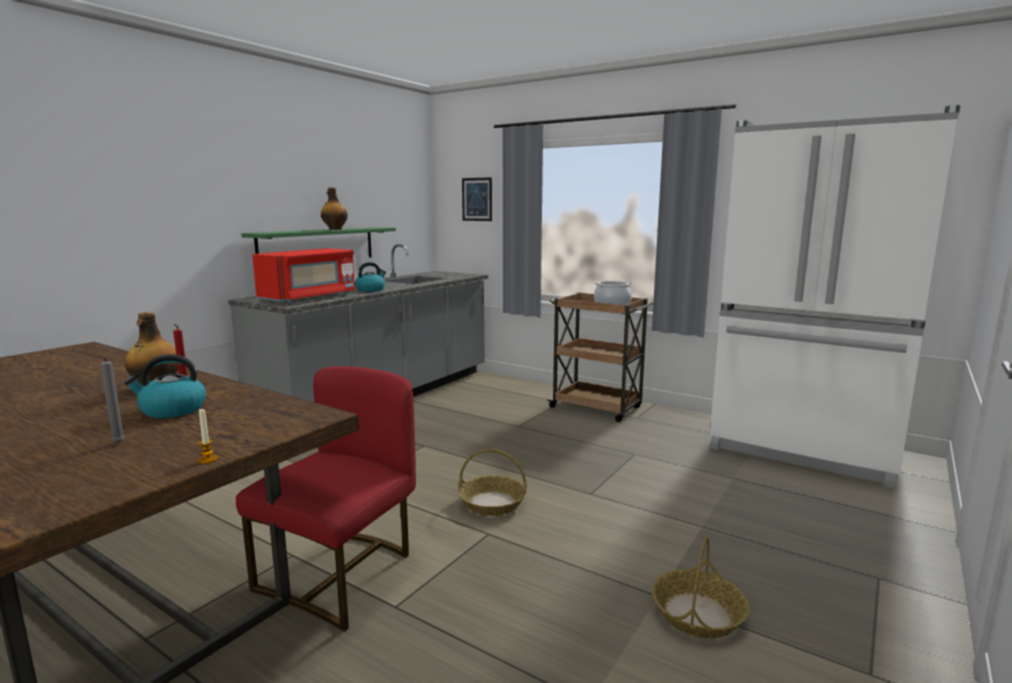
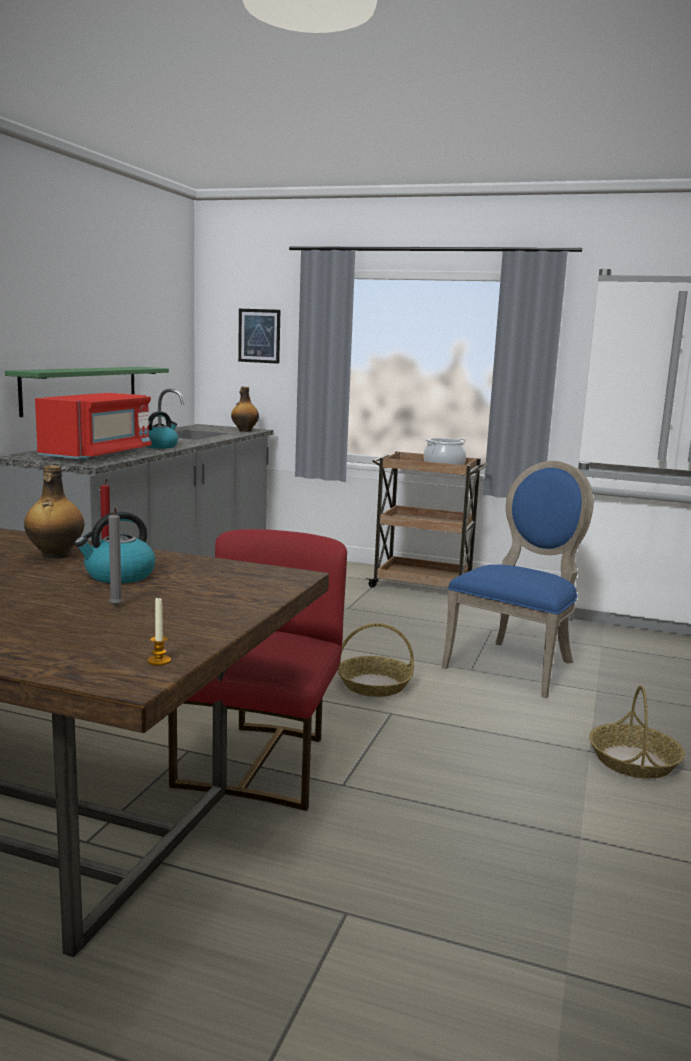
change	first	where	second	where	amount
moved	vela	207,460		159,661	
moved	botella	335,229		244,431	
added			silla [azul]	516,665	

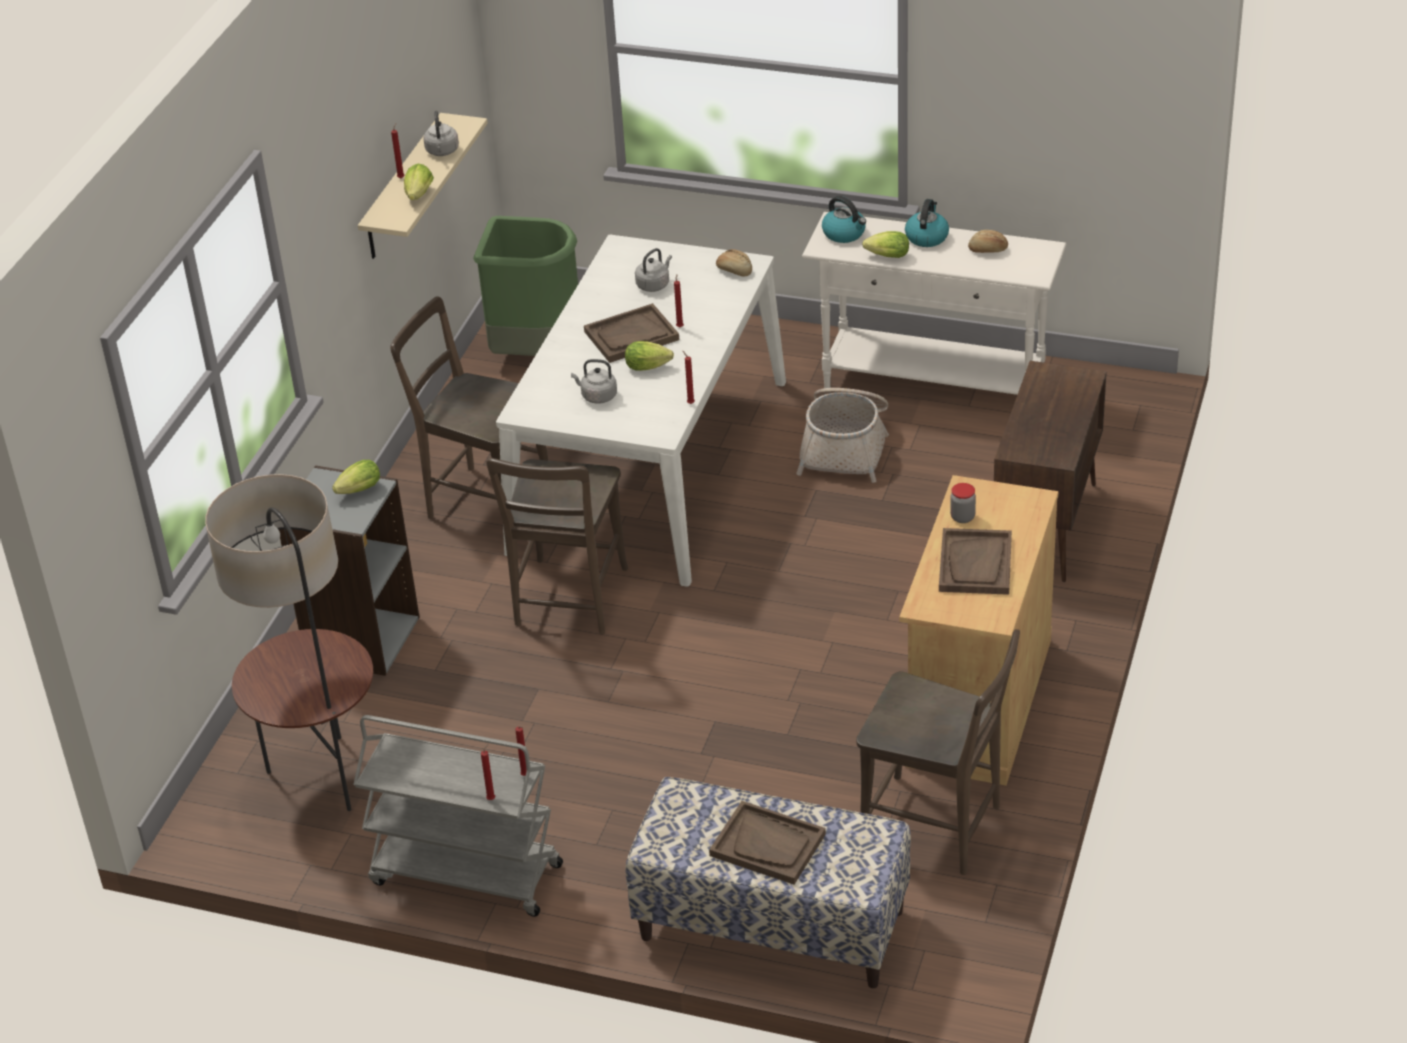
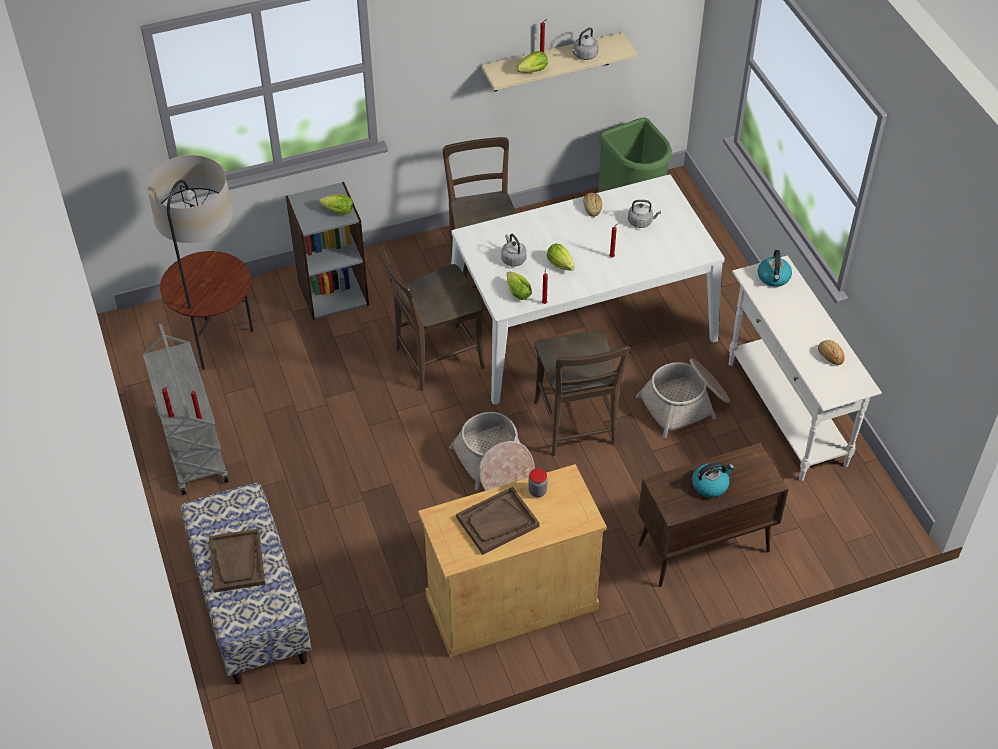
change	first	where	second	where	amount
added			cesta	494,466	
moved	lechuga	885,256		517,291	
moved	silla [marrón]	937,827		575,427	
moved	pan	734,270		592,208	
moved	hervidor	926,237		710,485	
removed	bandeja [marrón]	631,336			

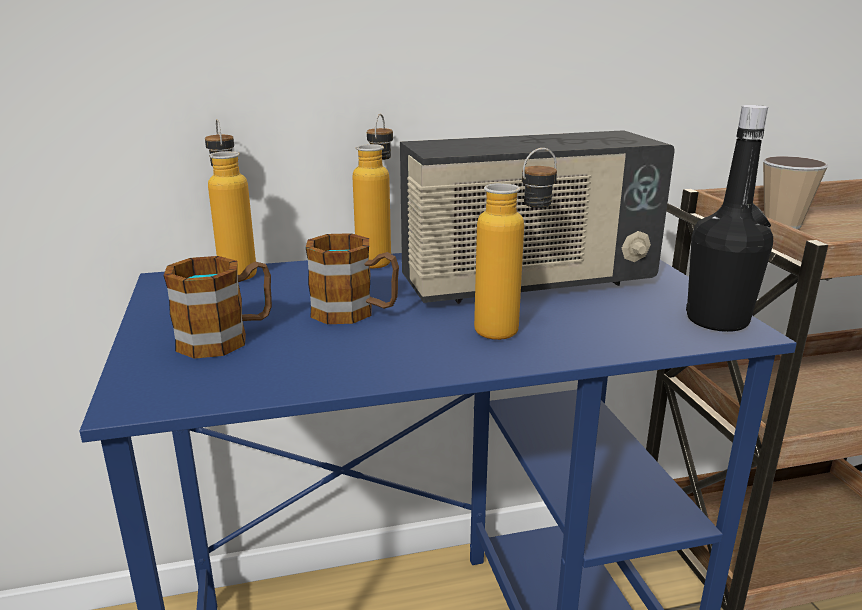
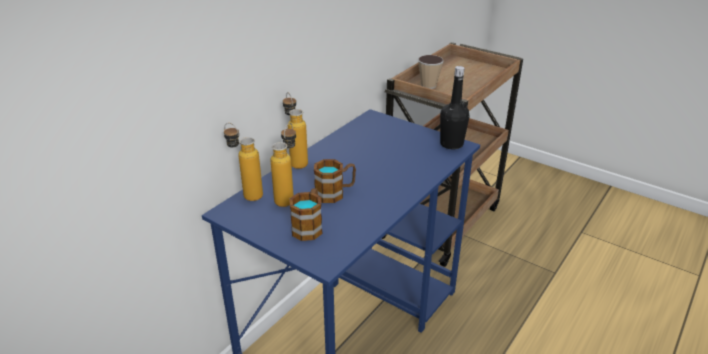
change	first	where	second	where	amount
moved	botella	512,328		288,197	
removed	radio	527,284			

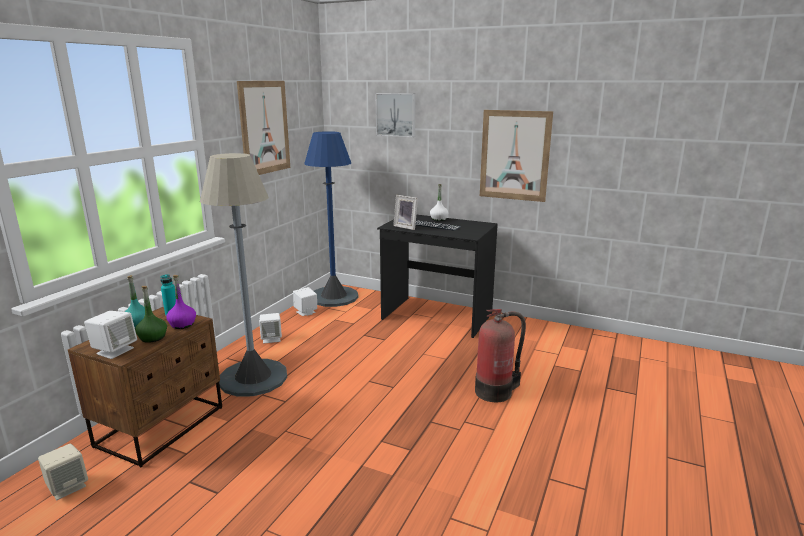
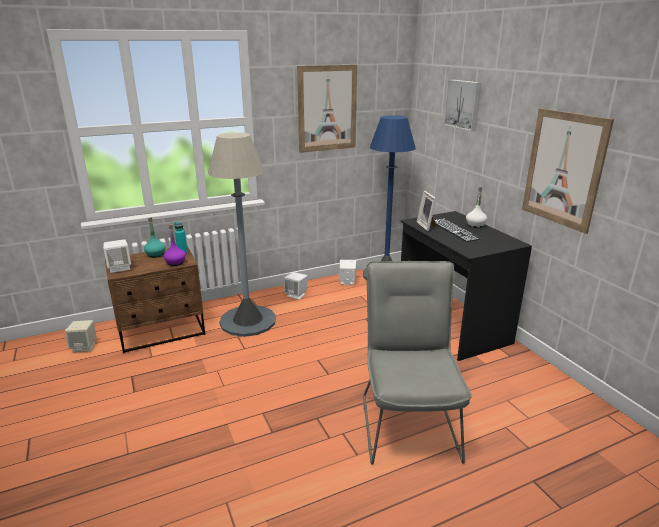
change	first	where	second	where	amount
replaced	extintor	496,391	silla [gris]	408,421	
removed	botella [verde]	153,337			

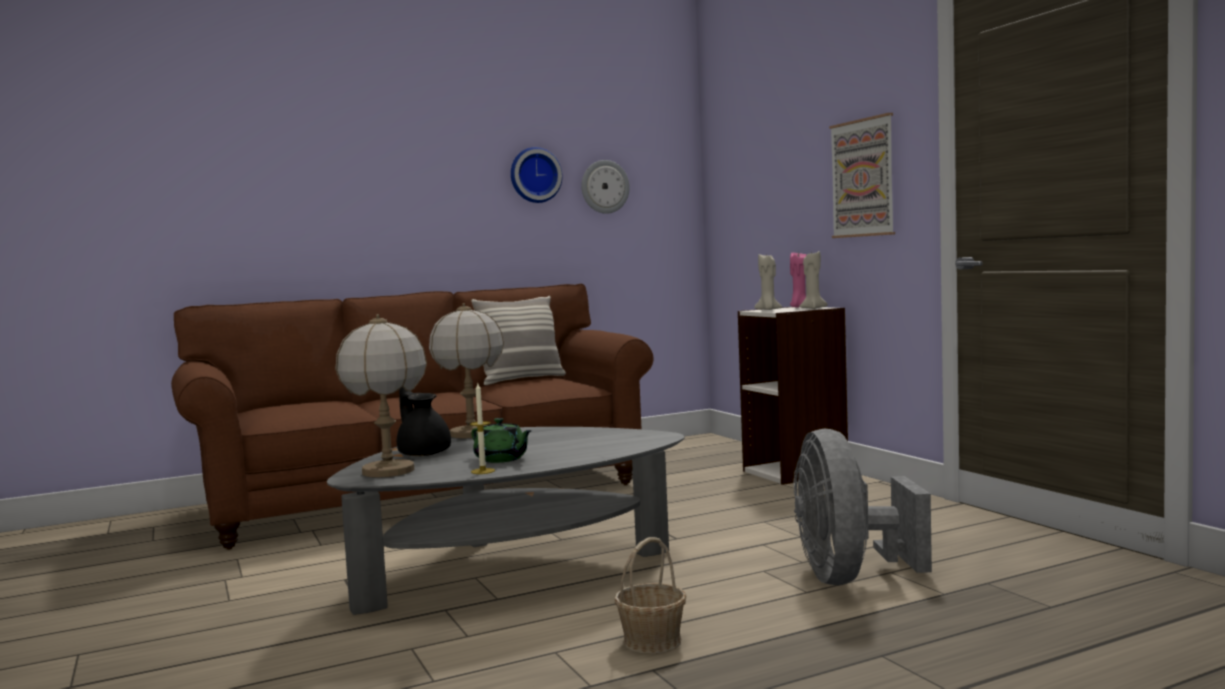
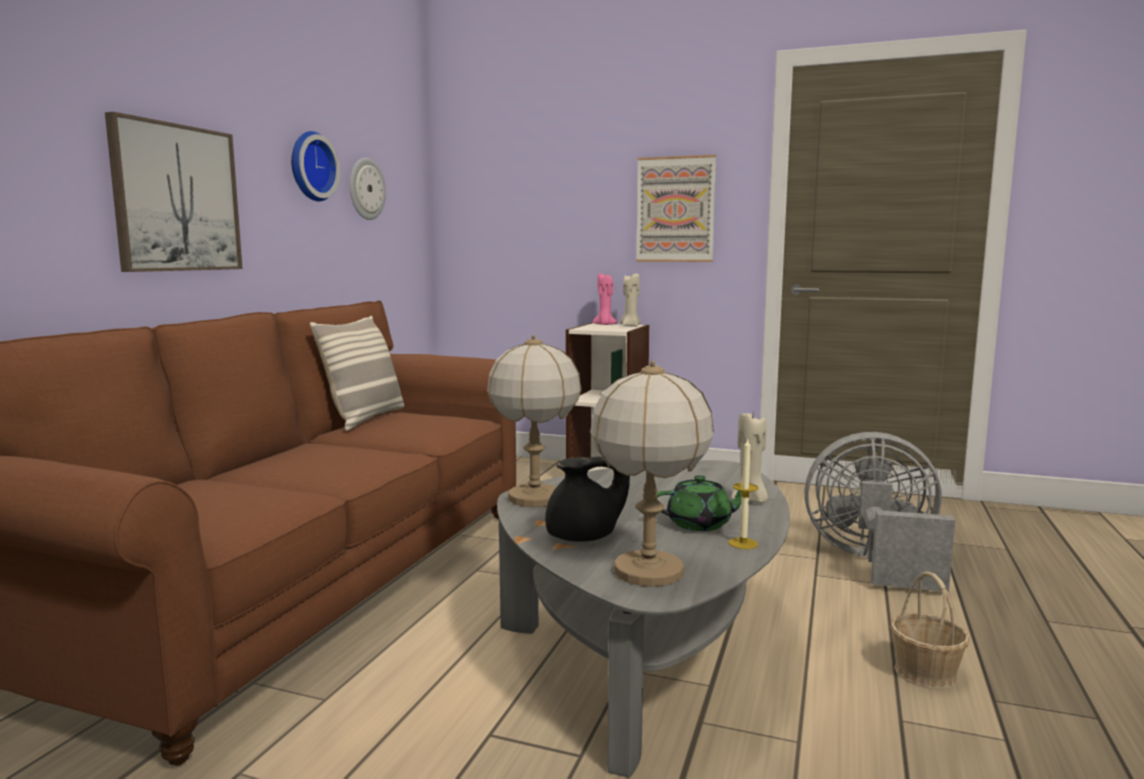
change	first	where	second	where	amount
added			cuadro	176,198	
turned	tetera [negro]	423,453		585,536	150 degrees clockwise
moved	vela [beis]	768,310		750,501	
turned	ventilador [gris]	849,577		874,562	150 degrees clockwise

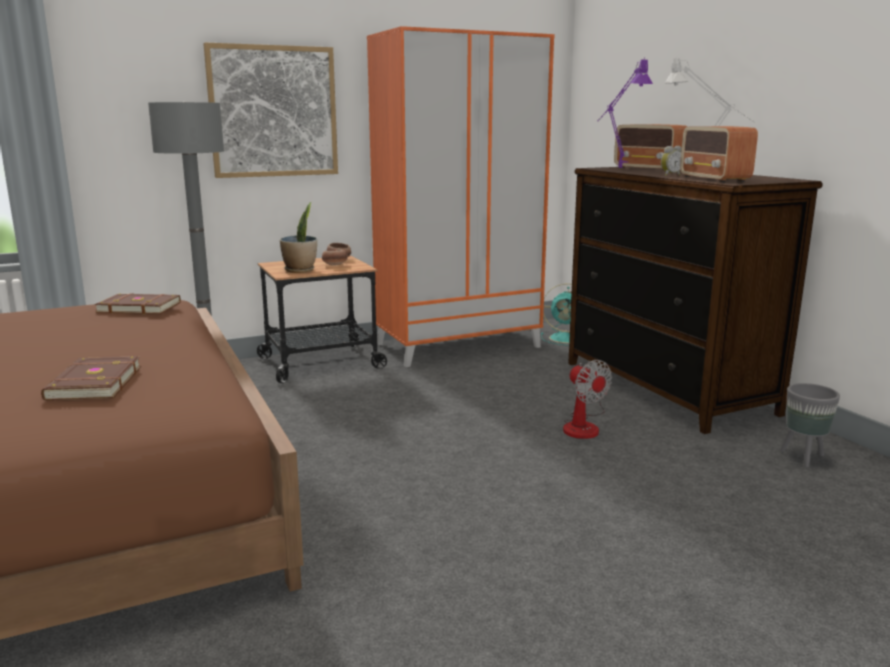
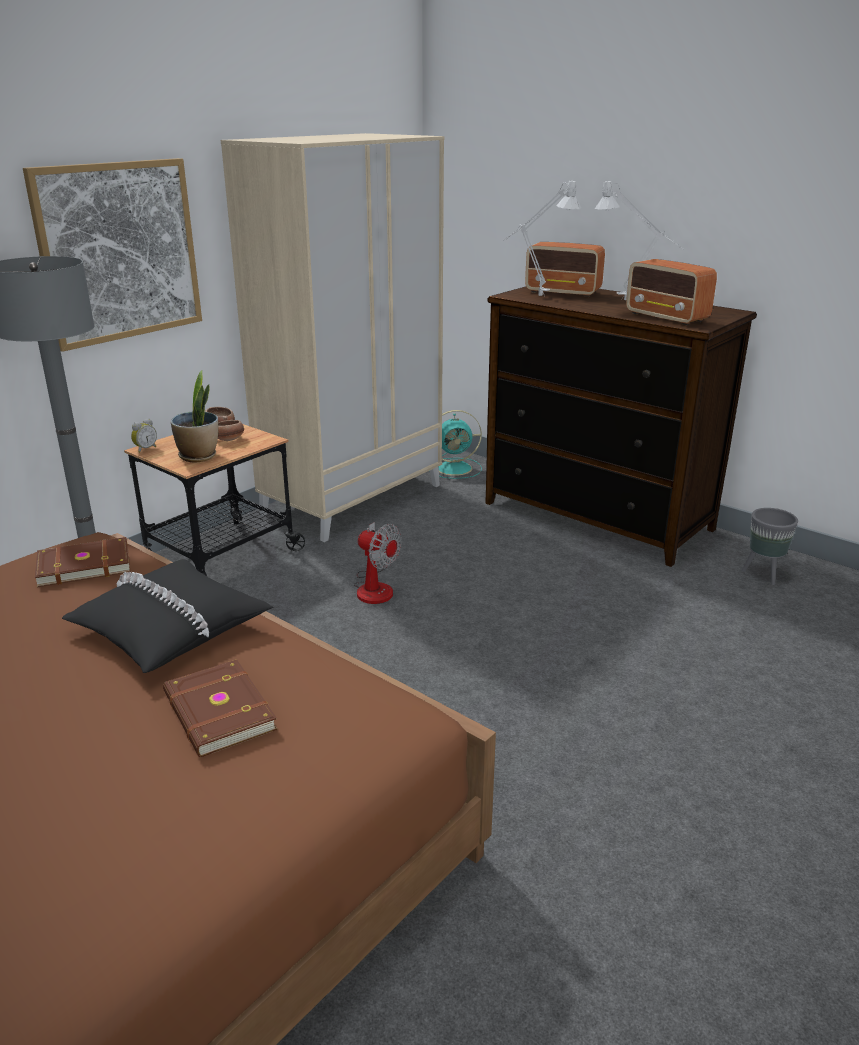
change	first	where	second	where	amount
added			cojín [negro]	170,628	
moved	despertador	670,175		145,449	
recoloured	armario ropero [naranja]	458,345	armario ropero [beis]	353,498	
moved	ventilador	584,426		375,587	
recoloured	lámpara de mesa [morado]	616,169	lámpara de mesa [gris]	535,296	

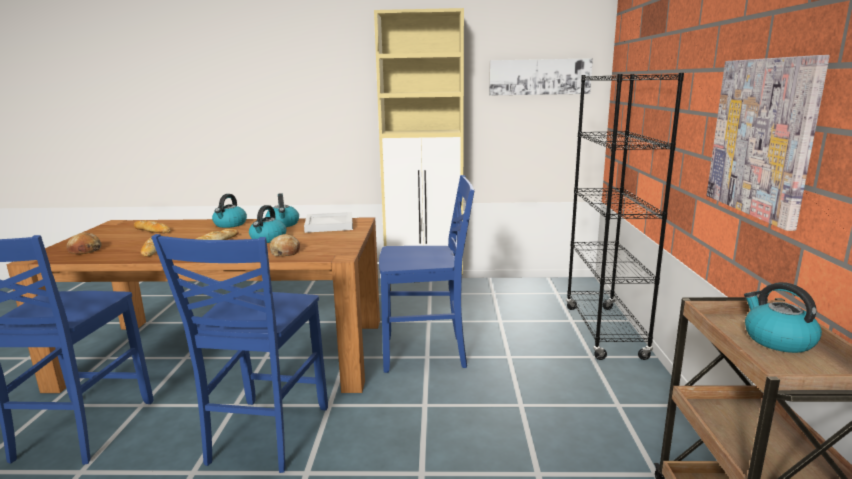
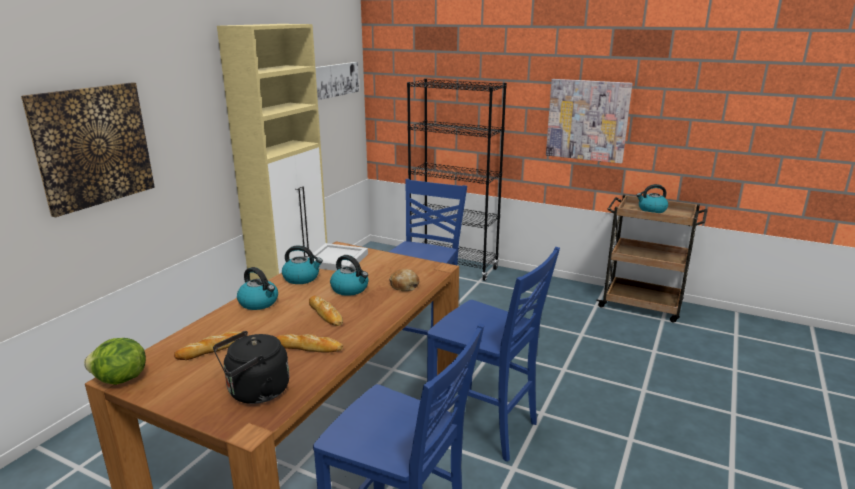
change	first	where	second	where	amount
added			cuadro	93,146	
added			lechuga	120,380	
replaced	pan	85,250	hervidor [negro]	255,392	

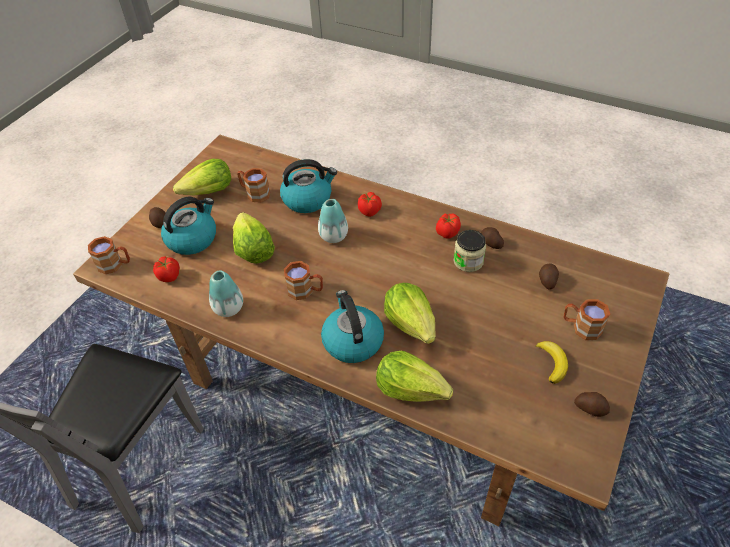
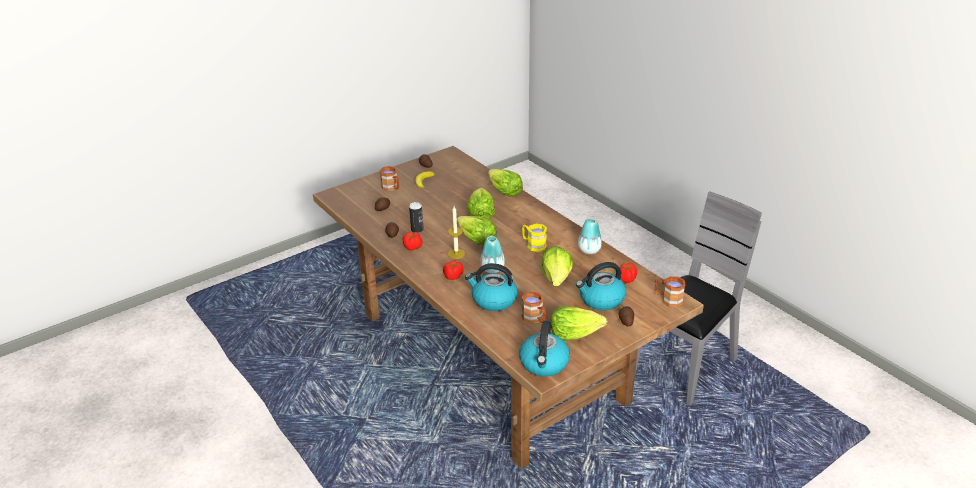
change	first	where	second	where	amount
replaced	tarro	468,261	lata	417,230	
added			vela	456,253	
added			lechuga	476,240	
moved	hervidor	352,341		544,364	
recoloured	taza grande [marrón]	305,291	taza grande [amarillo]	533,245	

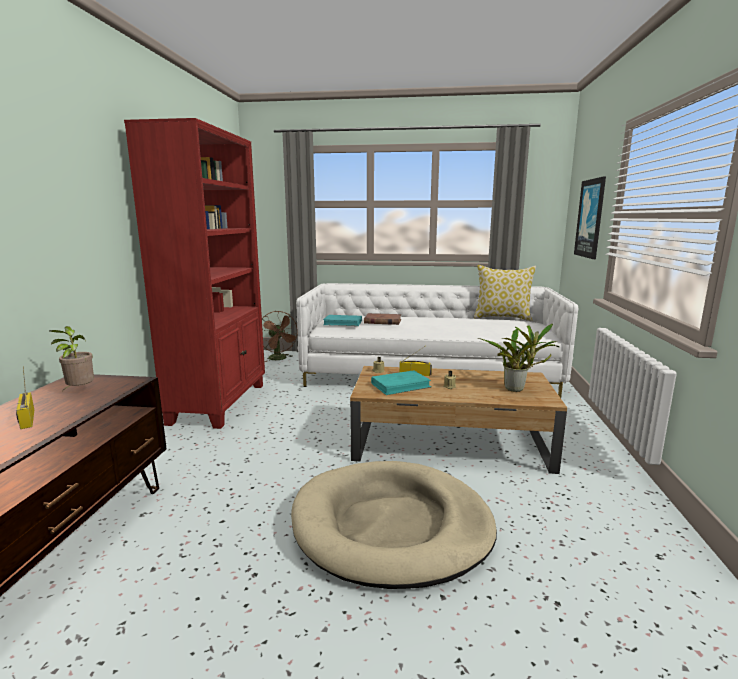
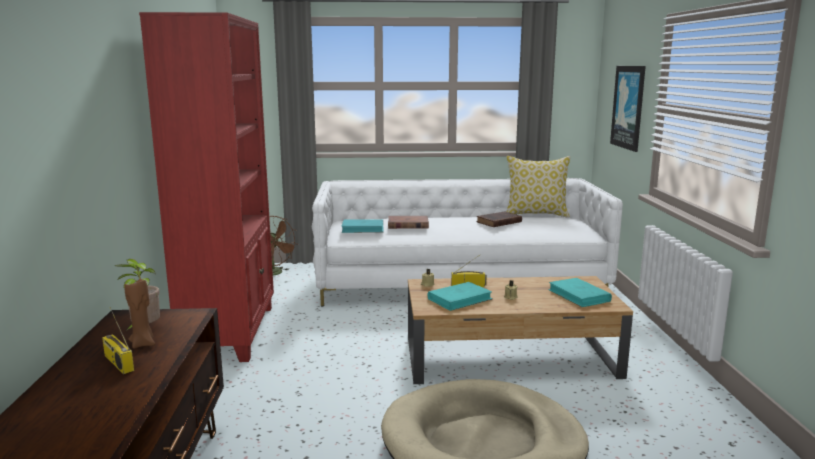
change	first	where	second	where	amount
added			vela [marrón]	143,344	
added			libro [marrón]	498,222	
replaced	planta en maceta	517,389	libro [turquesa]	579,295	

